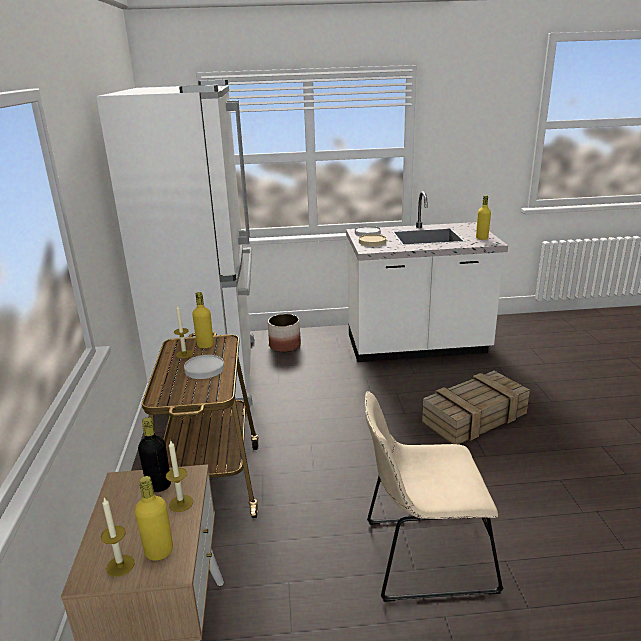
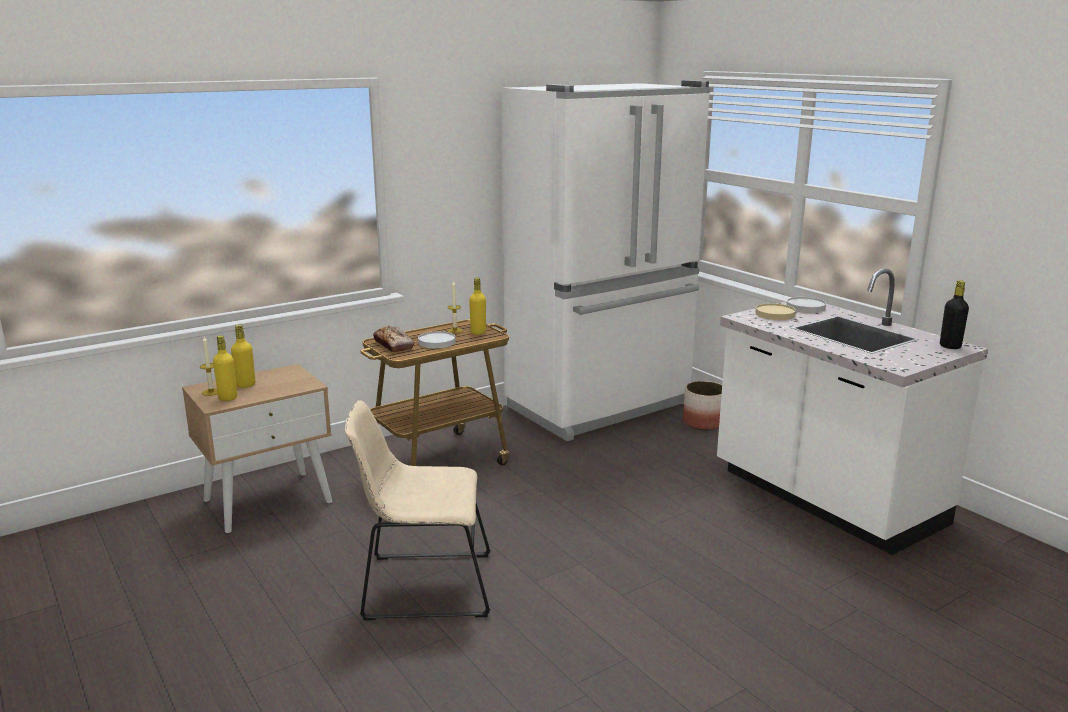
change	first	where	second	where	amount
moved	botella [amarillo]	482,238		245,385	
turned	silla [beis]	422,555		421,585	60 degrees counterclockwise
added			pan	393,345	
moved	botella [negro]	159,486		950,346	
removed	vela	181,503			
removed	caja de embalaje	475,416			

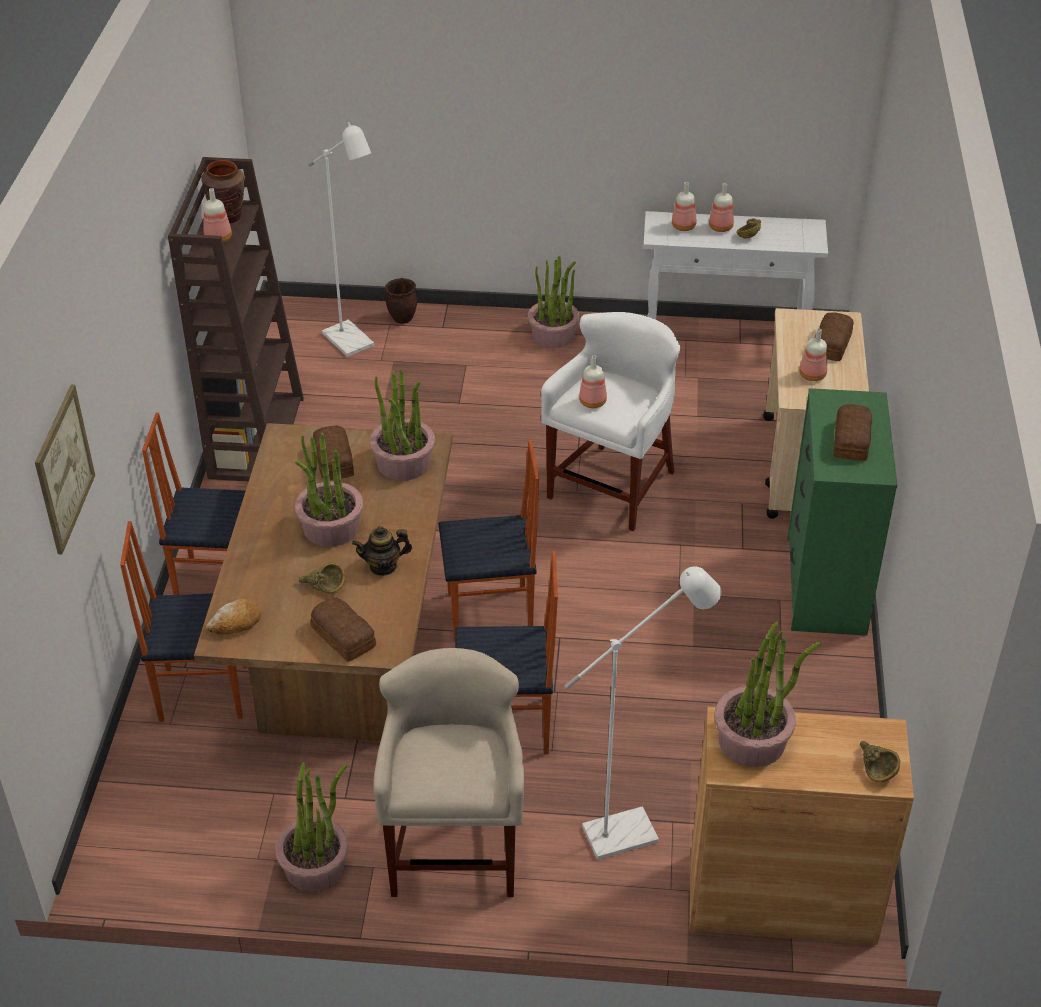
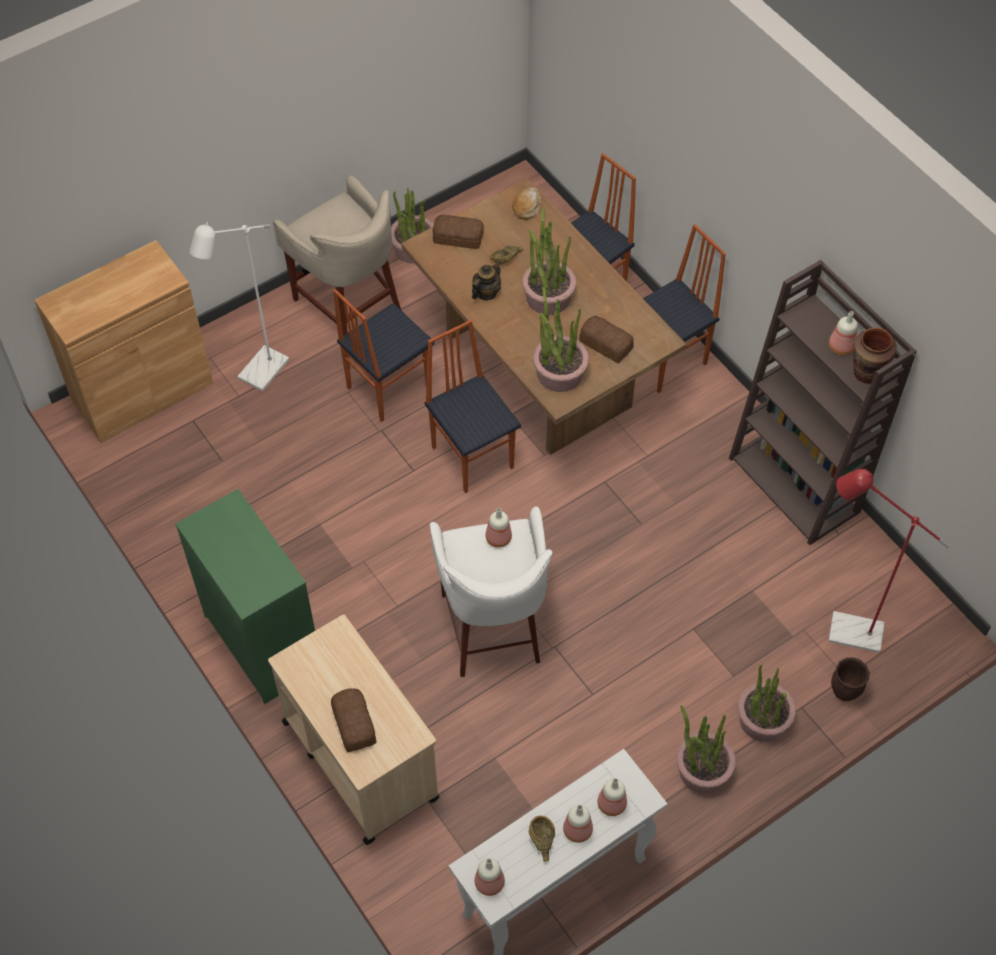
change	first	where	second	where	amount
turned	silla	491,615		473,456	105 degrees clockwise
moved	botella	811,375		490,882	
moved	planta en maceta	752,740		762,720	
recoloured	lámpara de pie [blanco]	353,344	lámpara de pie [rojo]	845,630	
removed	cuadro	64,469			
removed	pan	852,440			
removed	cuenco [marrón]	874,767			

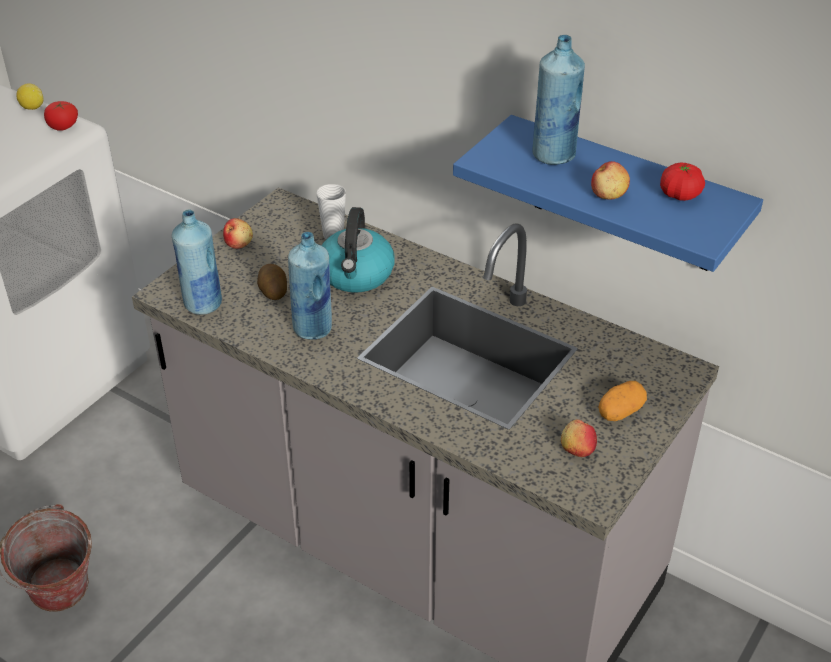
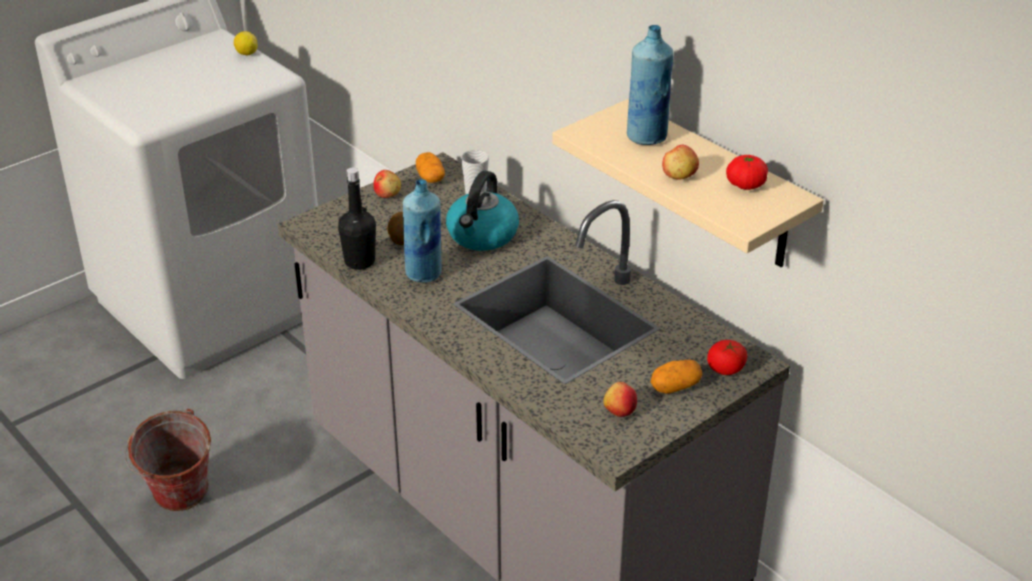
change	first	where	second	where	amount
added			botella [negro]	359,261	
added			patata	430,177	
recoloured	estante [azul]	625,196	estante [beis]	716,187	
moved	tomate	63,127		725,369	
removed	botella [azul]	203,304			

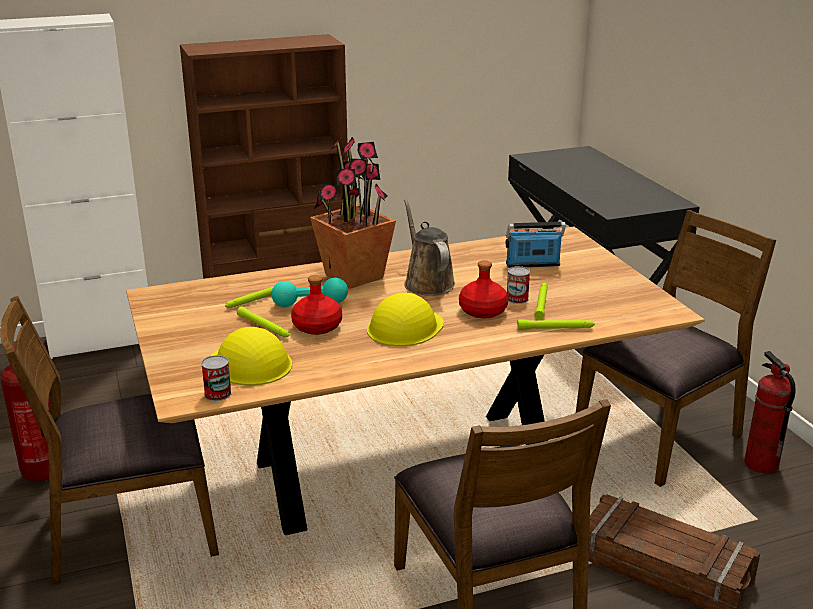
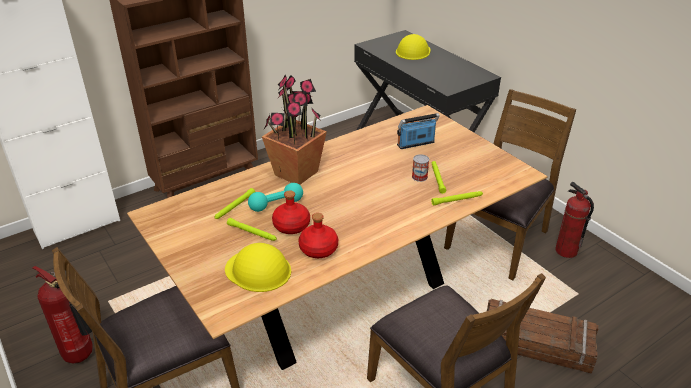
change	first	where	second	where	amount
moved	botella [rojo]	482,311		318,249	
moved	casco [amarillo]	405,327		413,51	
removed	lata	218,394			
removed	regadera [marrón]	427,282			

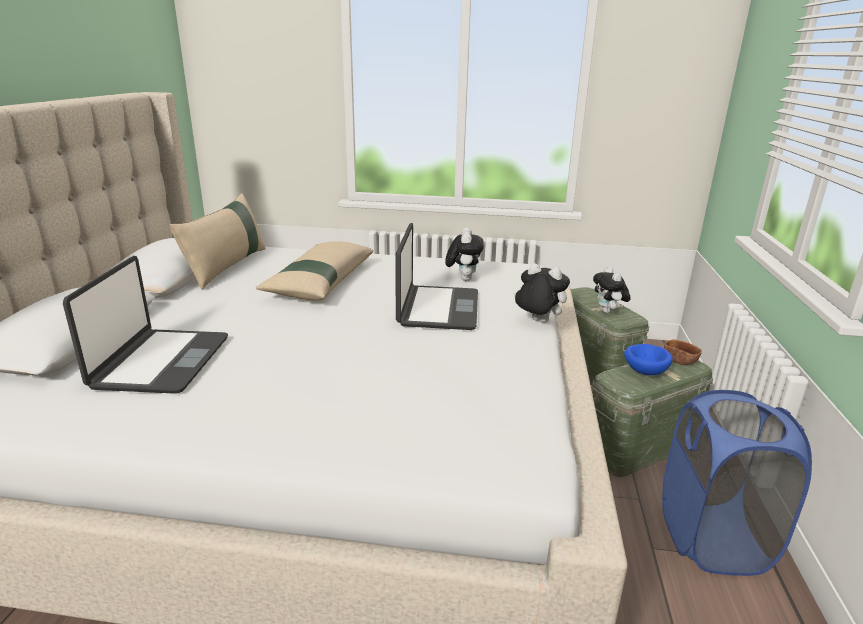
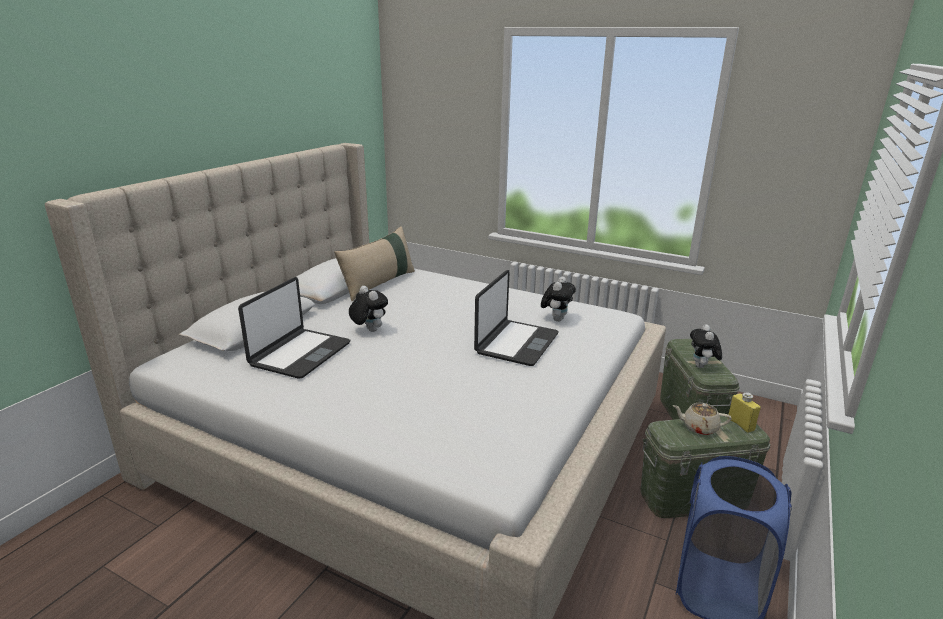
change	first	where	second	where	amount
moved	peluche	537,321		369,330	
replaced	cuenco [azul]	645,371	tetera [beis]	699,427	
replaced	cuenco [marrón]	679,360	botella [amarillo]	740,424	
removed	cojín [beis]	320,282			

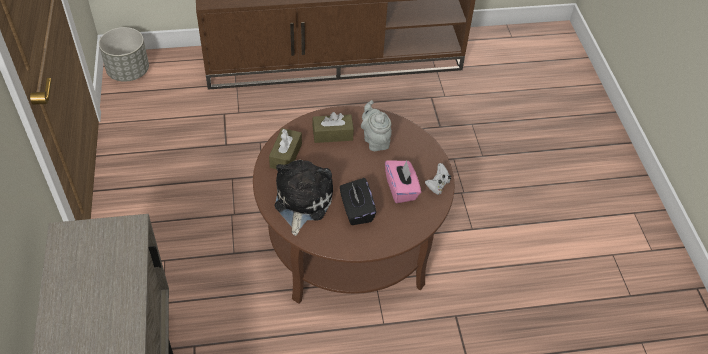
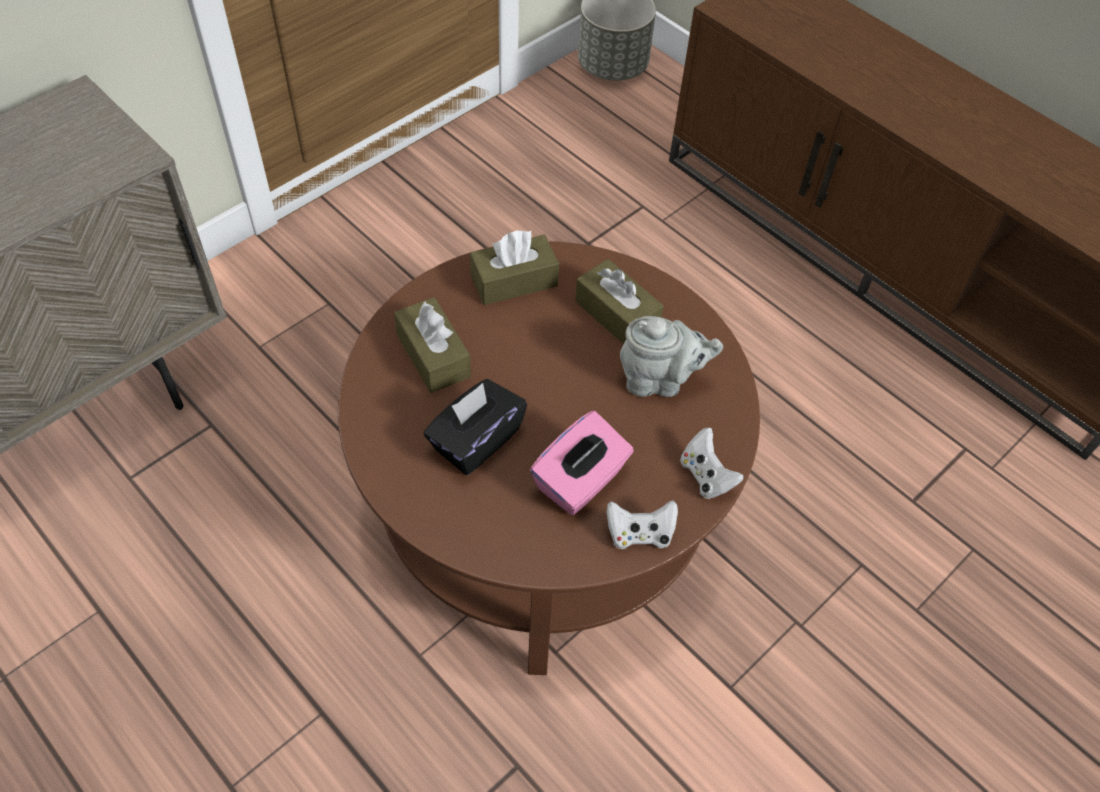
change	first	where	second	where	amount
replaced	peluche	301,202	caja de pañuelos [marrón]	433,355	
turned	tetera [gris]	375,140		659,380	60 degrees clockwise
added			mando de consola [blanco]	706,475	

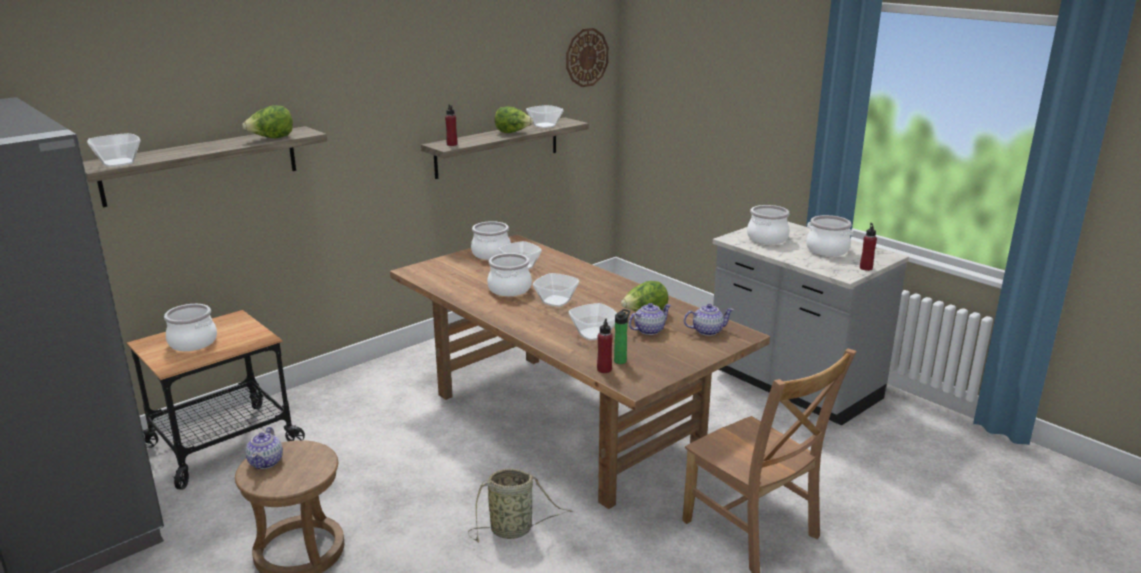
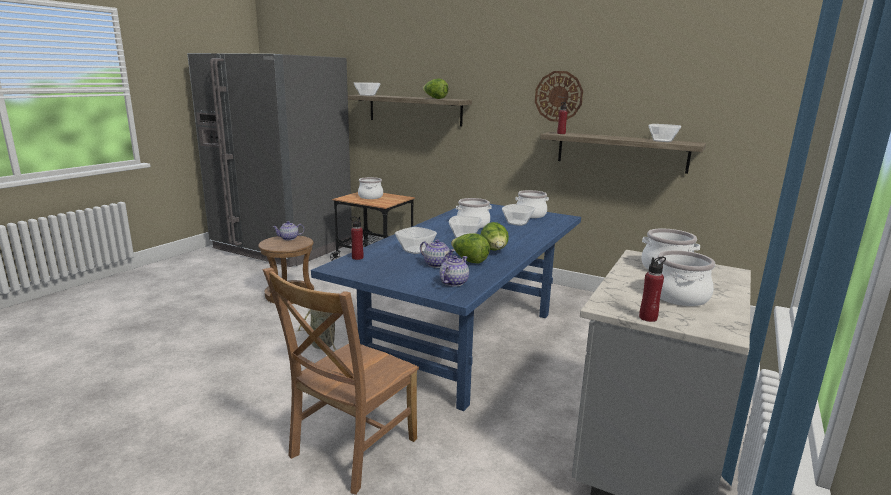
change	first	where	second	where	amount
recoloured	mesa de comedor [marrón]	562,421	mesa de comedor [azul]	465,340	
turned	tetera	707,331		453,283	120 degrees counterclockwise
moved	lechuga	512,133		494,251	
moved	reloj de pared	586,57		558,96	
removed	botella	621,360			

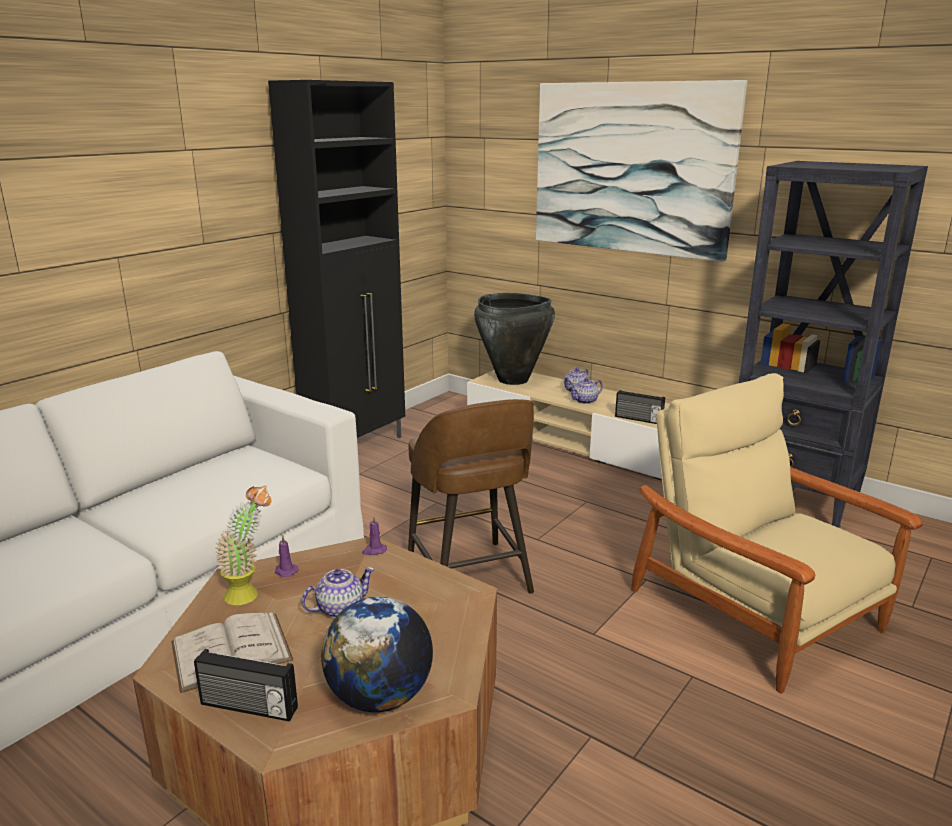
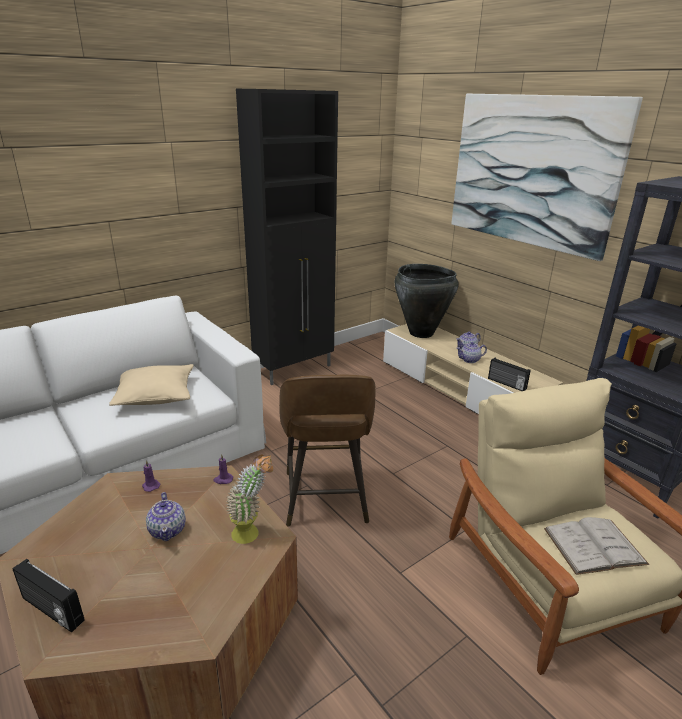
change	first	where	second	where	amount
added			cojín [beis]	156,395	
turned	tetera	339,608		168,530	90 degrees clockwise
moved	planta en maceta	250,594		252,534	
moved	libro [blanco]	231,651		594,546	
removed	globo terráqueo	380,697			

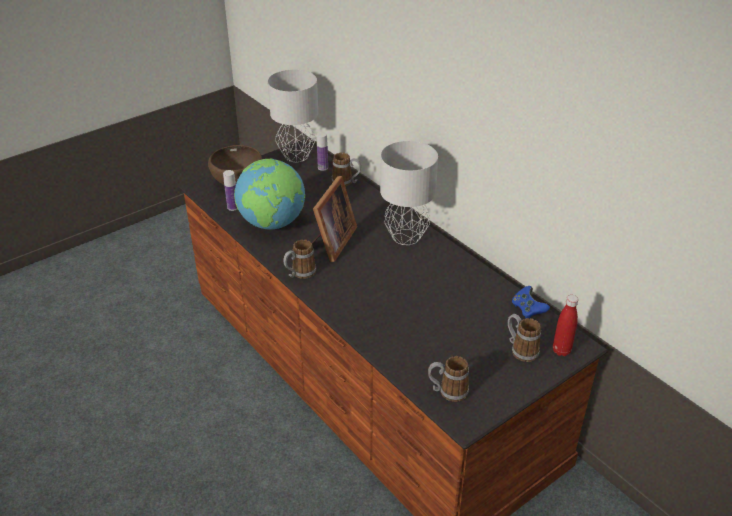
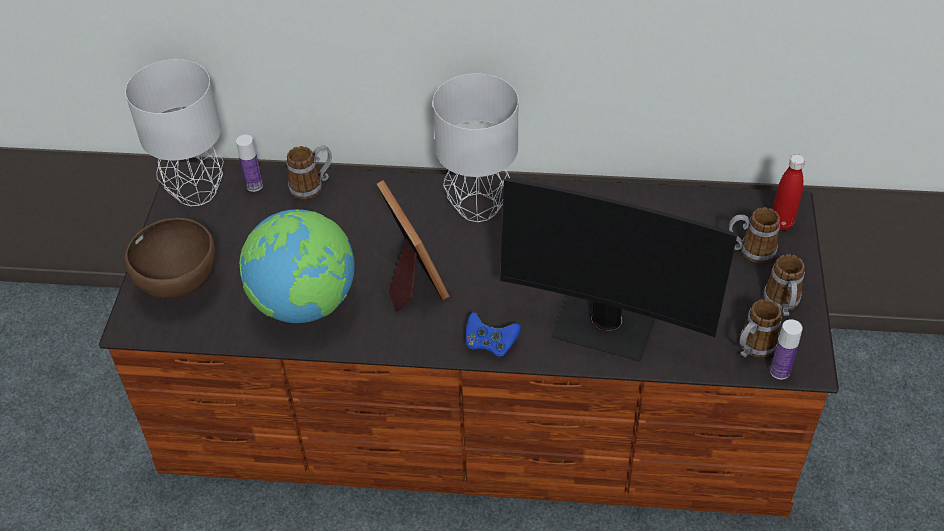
change	first	where	second	where	amount
moved	mando de consola [azul]	528,310		490,344	
added			monitor	606,324	
moved	taza grande	300,274		782,304	
moved	botella	232,207		779,371	

